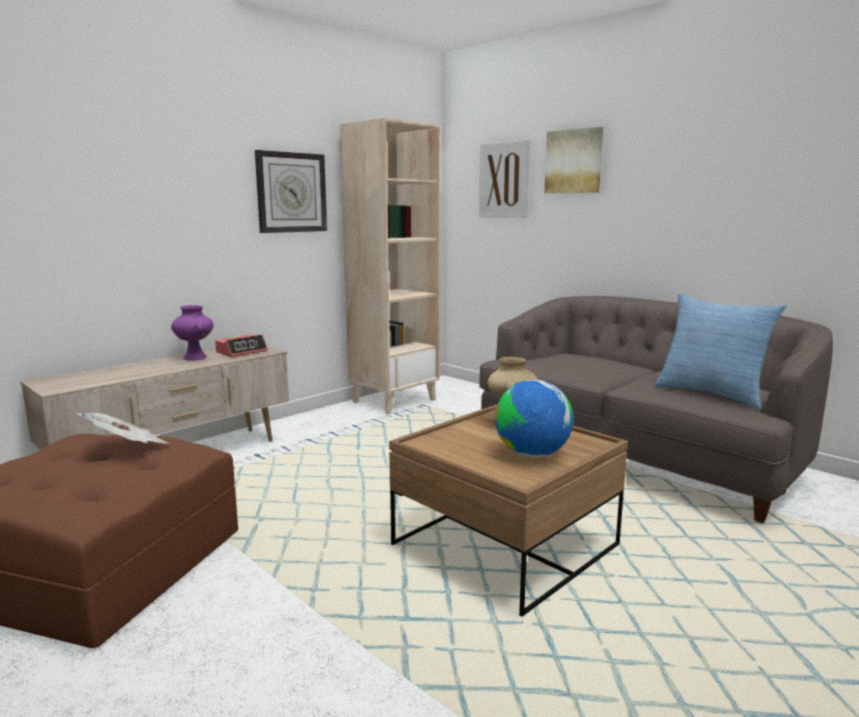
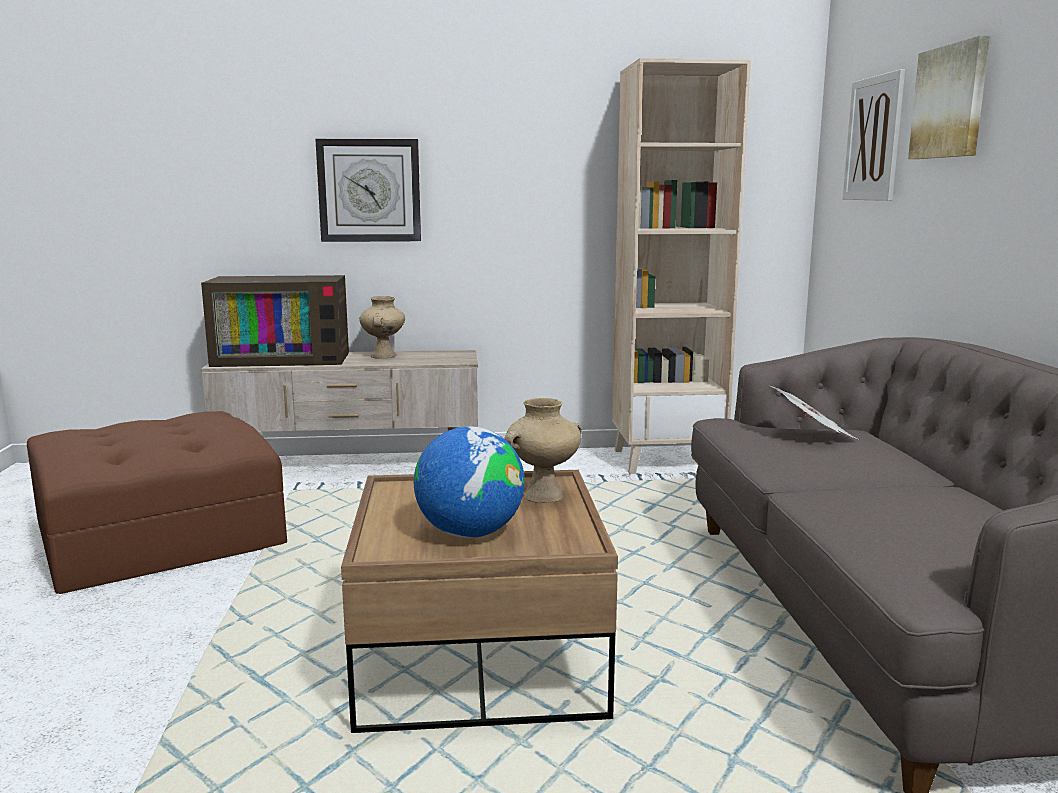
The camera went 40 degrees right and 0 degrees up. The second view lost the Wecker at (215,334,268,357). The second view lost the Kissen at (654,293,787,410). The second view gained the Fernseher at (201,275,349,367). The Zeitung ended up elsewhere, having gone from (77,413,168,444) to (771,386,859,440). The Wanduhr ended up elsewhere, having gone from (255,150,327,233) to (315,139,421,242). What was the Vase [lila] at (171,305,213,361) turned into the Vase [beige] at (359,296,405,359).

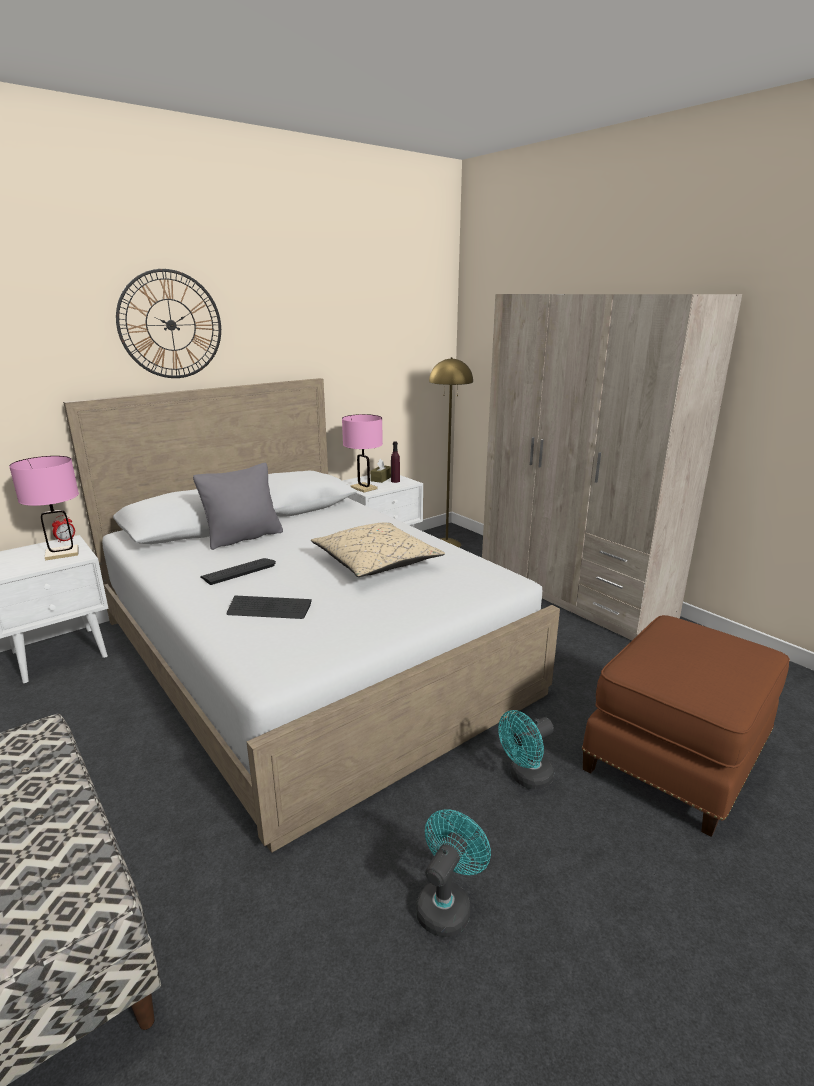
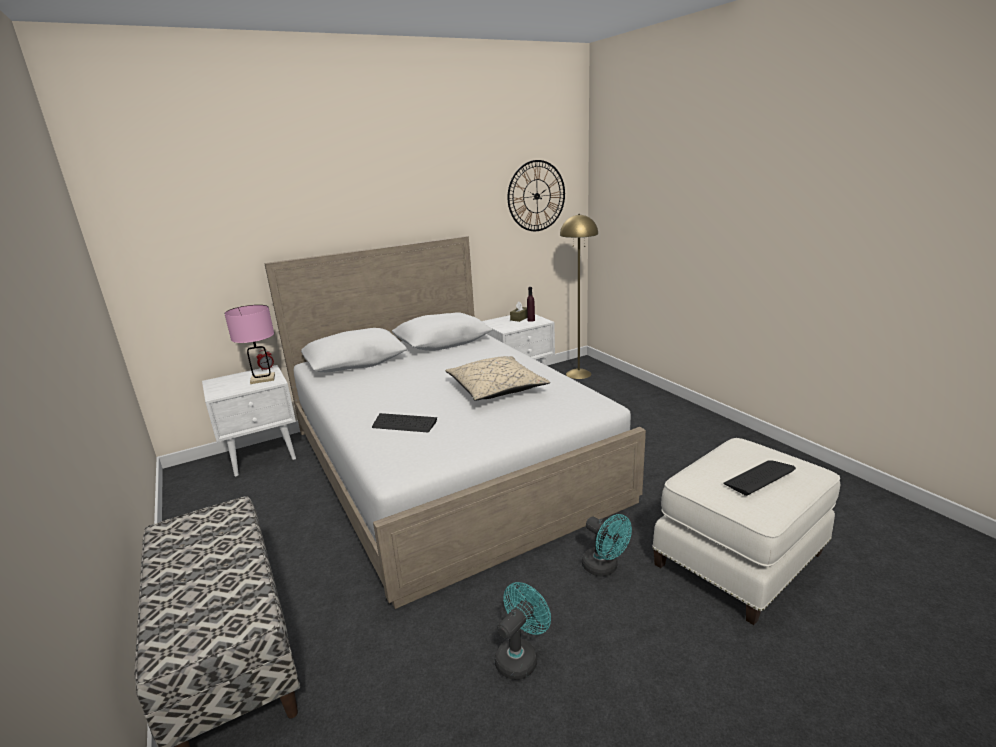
The camera went 10 degrees right and 0 degrees up. The second view lost the Kissen [grau] at (193,463,283,550). The second view lost the Tischlampe [rosa] at (342,414,383,493). The second view lost the Kleiderschrank [beige] at (482,294,742,640). The Wanduhr ended up elsewhere, having gone from (116,269,221,378) to (508,160,565,231). The Tastatur ended up elsewhere, having gone from (200,558,276,585) to (723,460,796,496). What was the Polsterhocker [braun] at (582,615,790,837) turned into the Polsterhocker [weiß] at (652,438,840,625). The Ventilator [türkis] at (498,710,554,789) ended up facing another way, 105 degrees counterclockwise from before.

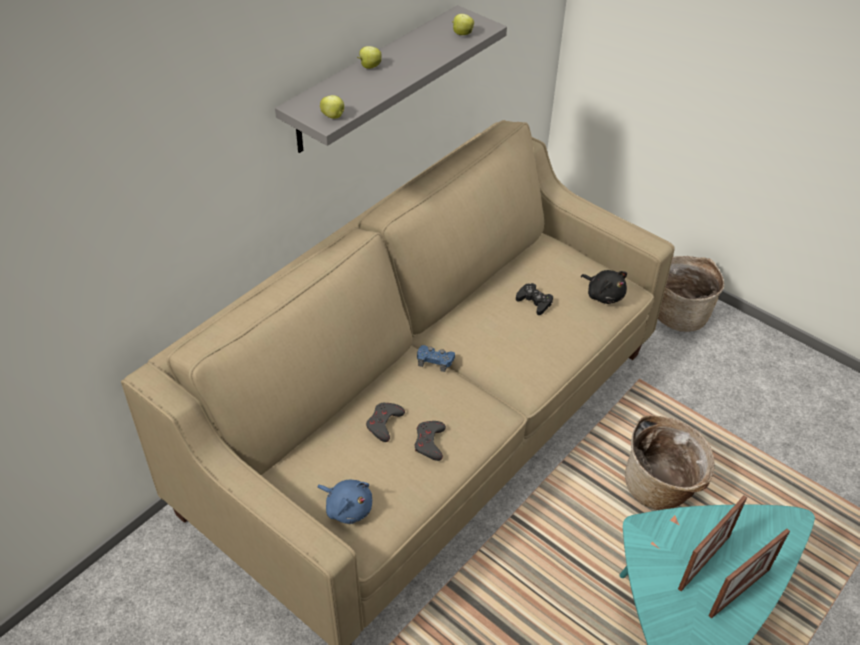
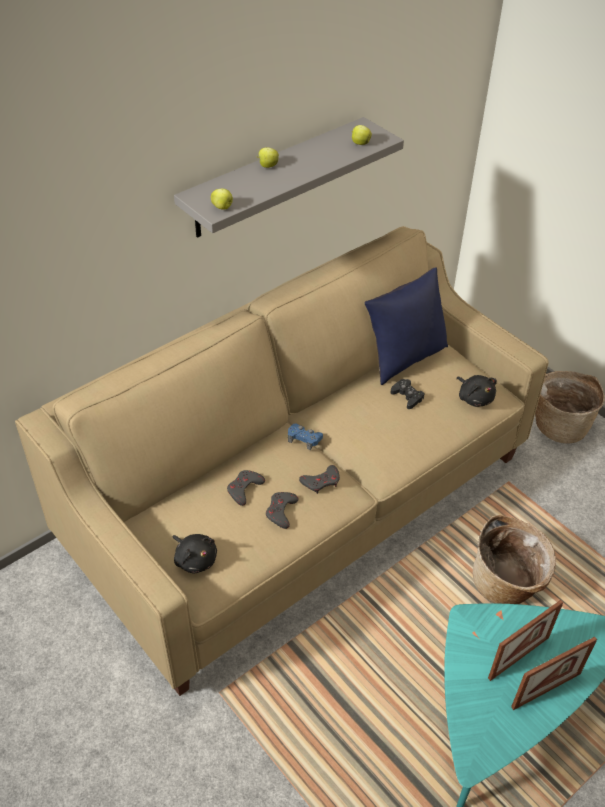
The camera went 10 degrees right and 0 degrees up. The second view gained the Gamepad [grau] at (299,465,340,494). The second view gained the Kissen [blau] at (364,267,448,385). What was the Plüschtier [blau] at (317,480,372,524) turned into the Plüschtier [schwarz] at (172,534,217,574).

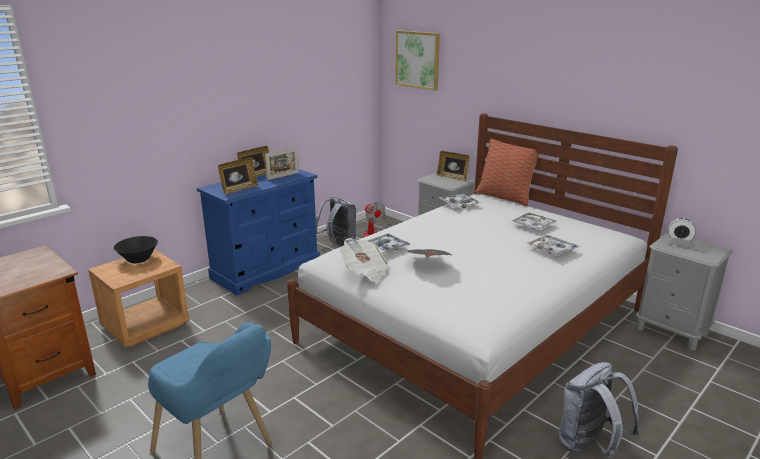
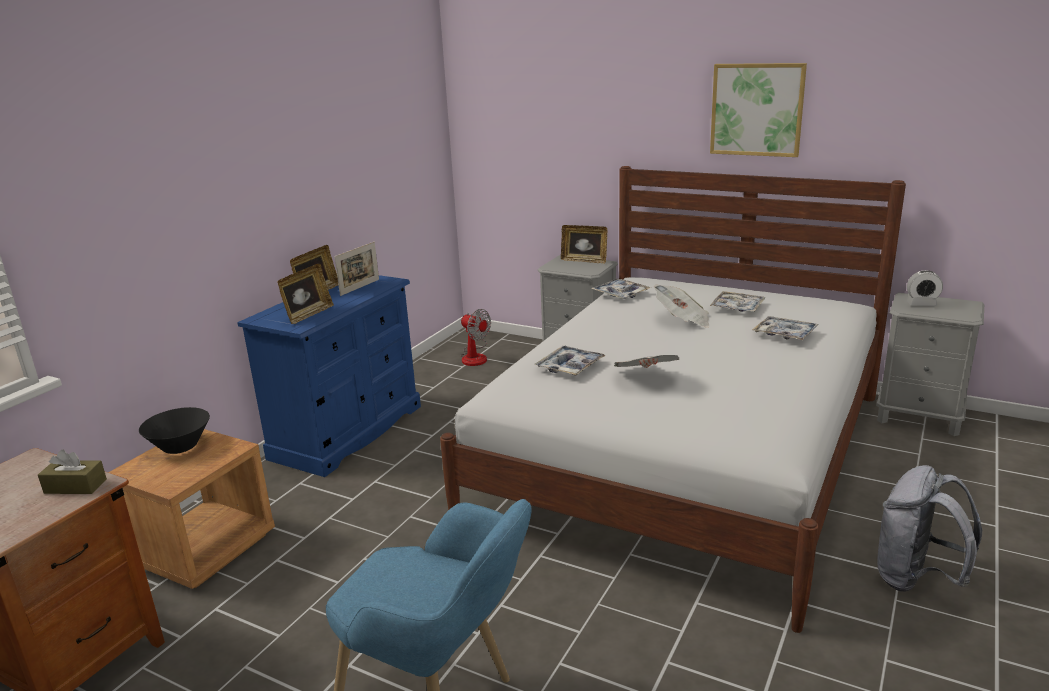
The camera went 15 degrees left and 0 degrees up. The second view lost the Rucksack [grau] at (316,197,356,246). The second view lost the Kissen at (475,139,540,206). The second view gained the Taschentuchbox [braun] at (38,450,107,494). The Zeitung ended up elsewhere, having gone from (340,238,390,283) to (654,284,709,328). The Bild ended up elsewhere, having gone from (395,30,440,91) to (710,63,807,157).

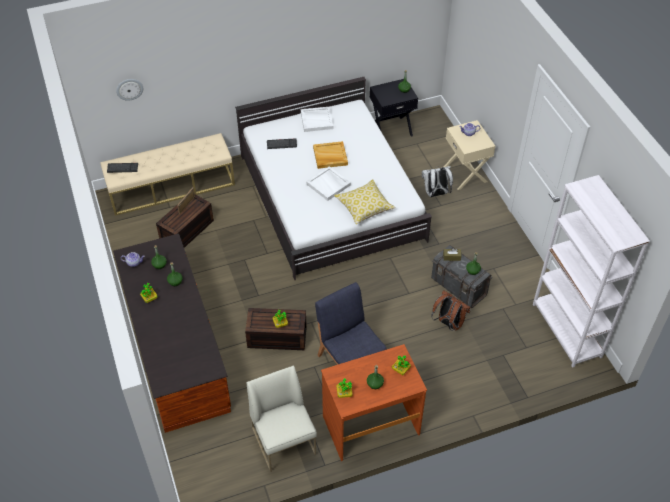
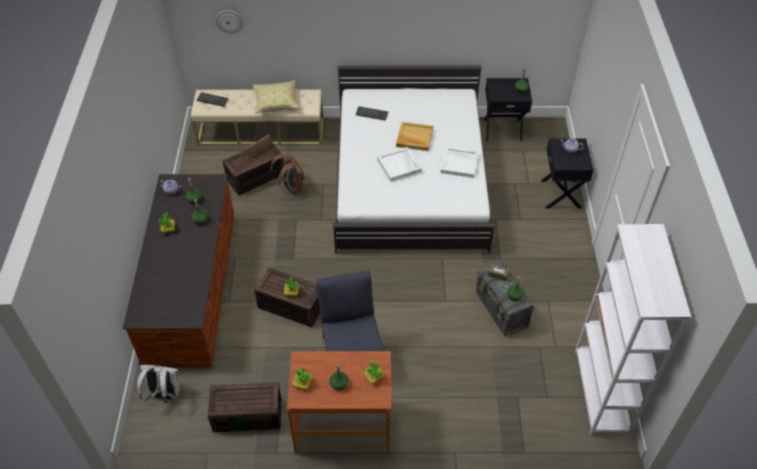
The camera went 20 degrees right and 0 degrees up. The Tablett [weiß] ended up elsewhere, having gone from (301,107,333,132) to (441,147,479,178). The Kissen ended up elsewhere, having gone from (334,179,396,224) to (252,80,299,113). The Rucksack [weiß] ended up elsewhere, having gone from (422,166,453,197) to (137,365,181,403). The Rucksack [braun] ended up elsewhere, having gone from (431,290,470,331) to (270,153,305,194). Where the Stuhl [weiß] stood at (247,365,317,472), the Aufbewahrungsbox [braun] came to stand at (208,382,281,432). What was the Nachttisch [beige] at (444,120,495,190) turned into the Nachttisch [schwarz] at (541,139,594,208).

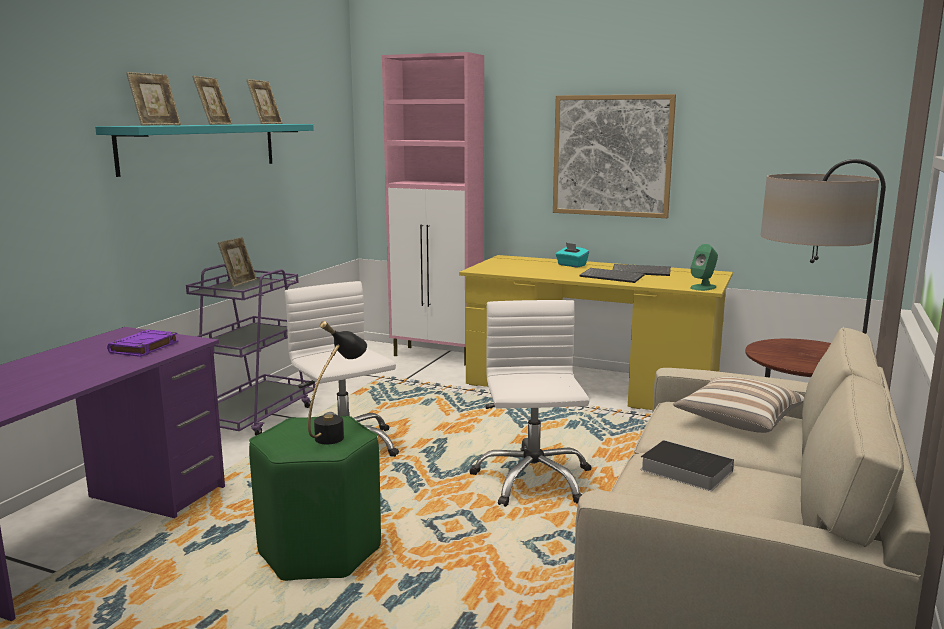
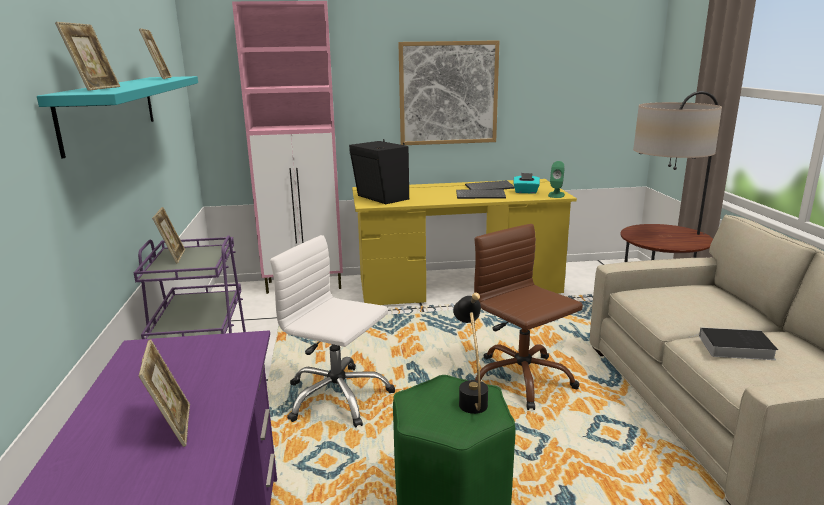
The camera went 30 degrees left and 5 degrees up. The second view lost the Buch [lila] at (107,330,178,357). The second view lost the Kissen at (673,377,804,433). The second view gained the Lautsprecher [schwarz] at (349,139,409,204). The Bilderrahmen ended up elsewhere, having gone from (192,76,232,125) to (139,339,190,447). The Taschentuchbox [türkis] ended up elsewhere, having gone from (556,243,589,267) to (513,173,540,194). What was the Bürostuhl [weiß] at (470,300,591,507) turned into the Bürostuhl [braun] at (474,224,583,410).

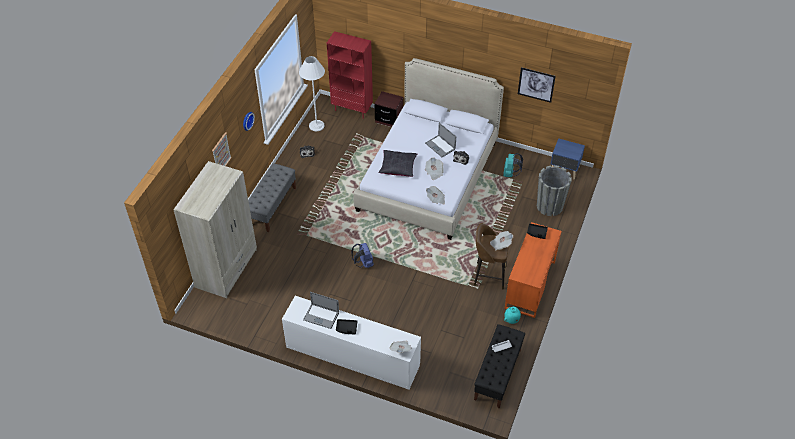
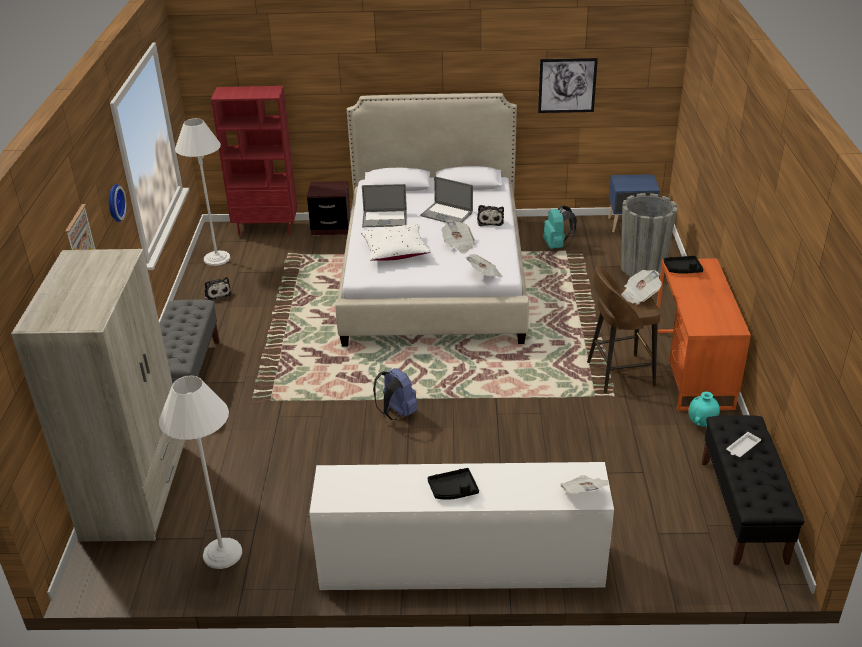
The camera went 20 degrees left and 15 degrees down. The second view gained the Stehlampe [weiß] at (159,375,242,569). The Laptop ended up elsewhere, having gone from (303,292,339,329) to (362,184,407,227). What was the Kissen [schwarz] at (378,150,417,177) turned into the Kissen [weiß] at (361,224,431,261).

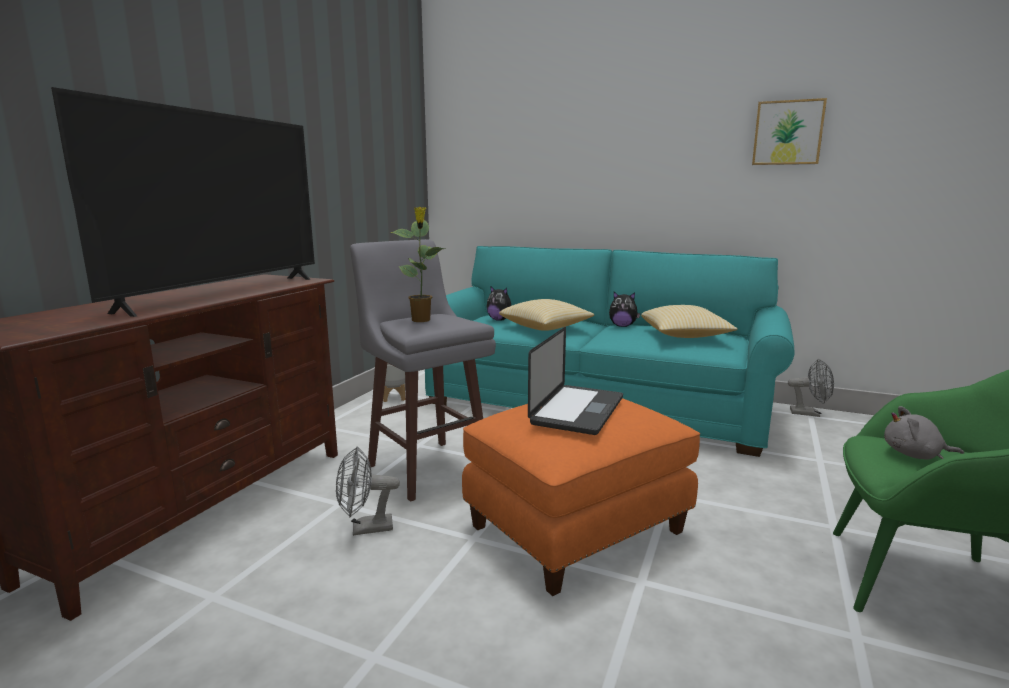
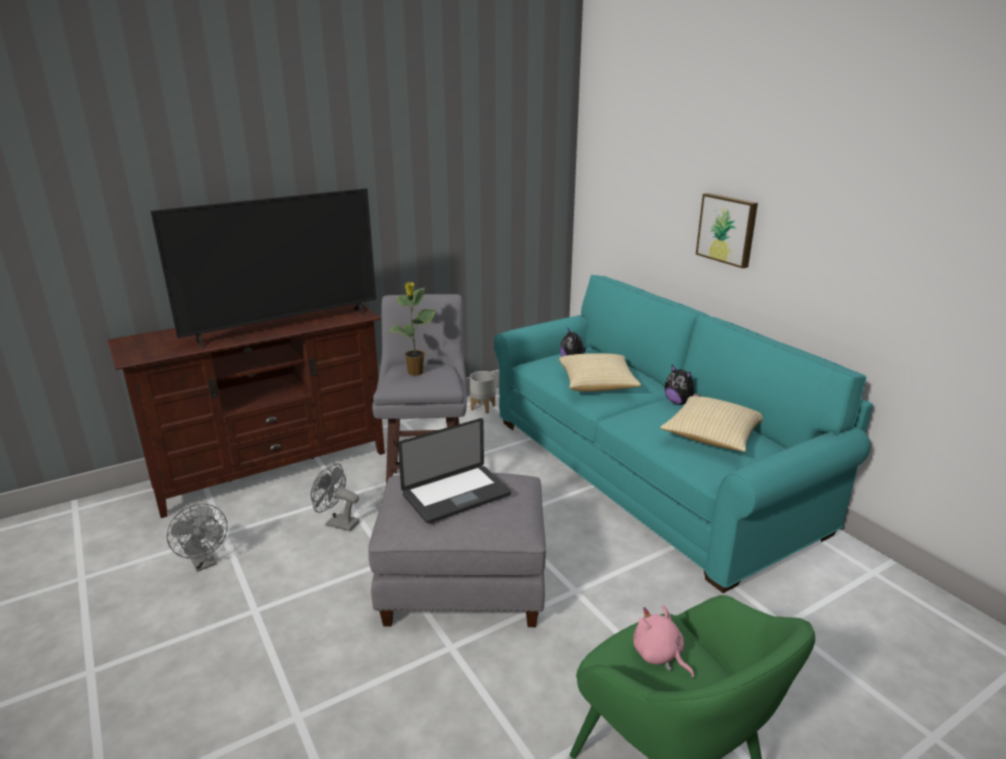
The camera went 35 degrees right and 10 degrees up. The Bild ended up elsewhere, having gone from (752,98,827,165) to (696,193,758,268). The Ventilator [grau] ended up elsewhere, having gone from (788,359,834,417) to (167,504,228,572). What was the Polsterhocker [orange] at (462,398,700,596) turned into the Polsterhocker [grau] at (368,472,546,627). What was the Plüschtier [grau] at (884,406,964,460) turned into the Plüschtier [rosa] at (633,605,694,678).

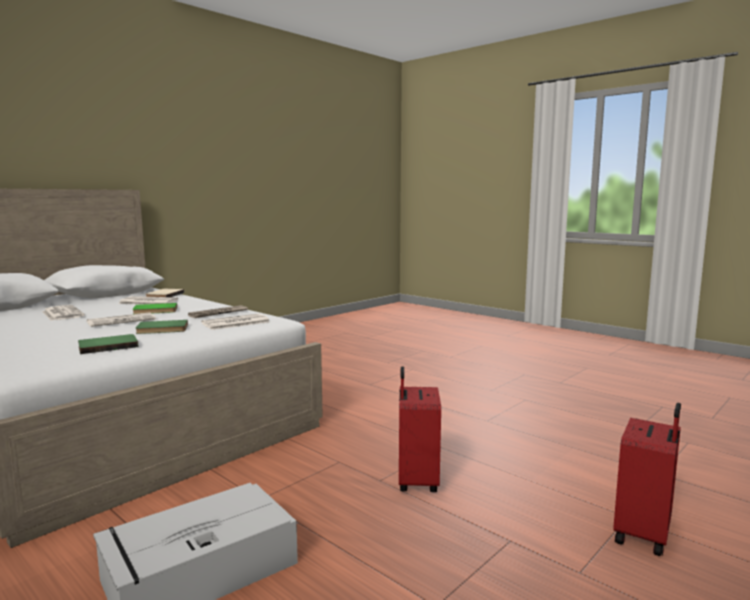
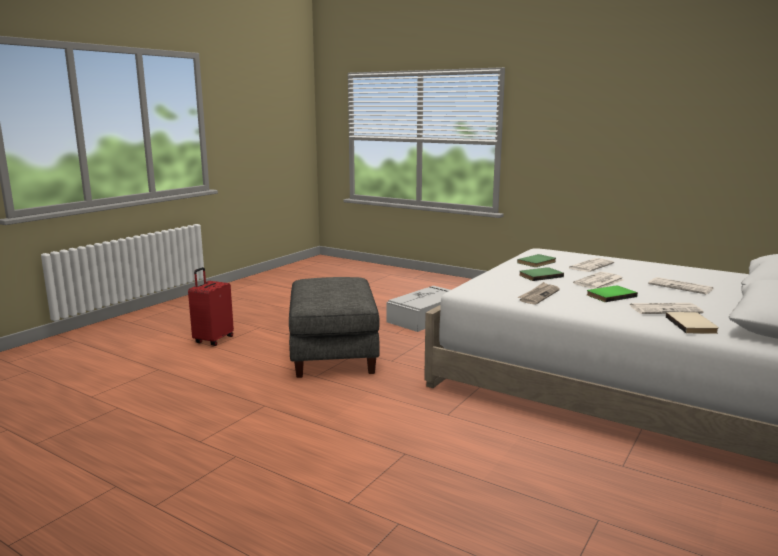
The camera went 170 degrees right and 5 degrees up. The Zeitung ended up elsewhere, having gone from (201,313,269,330) to (569,258,614,272). Where the Koffer [rot] stood at (399,366,441,492), the Polsterhocker [grau] came to stand at (289,277,380,378).

